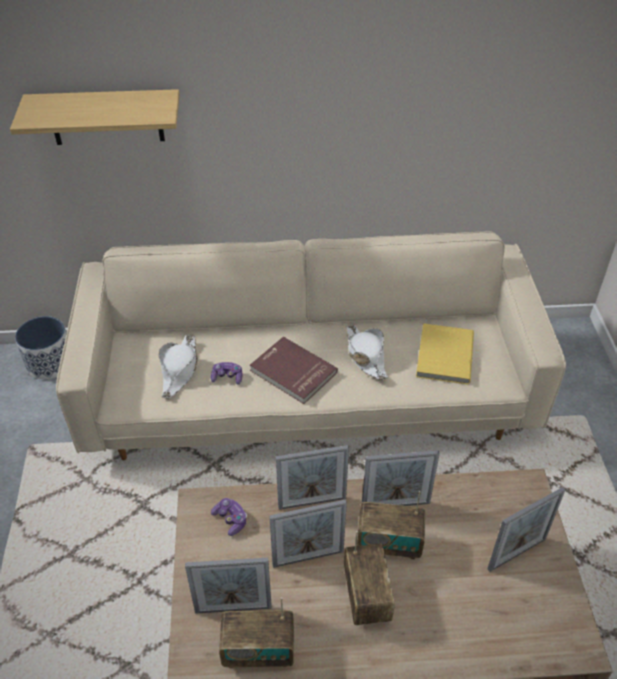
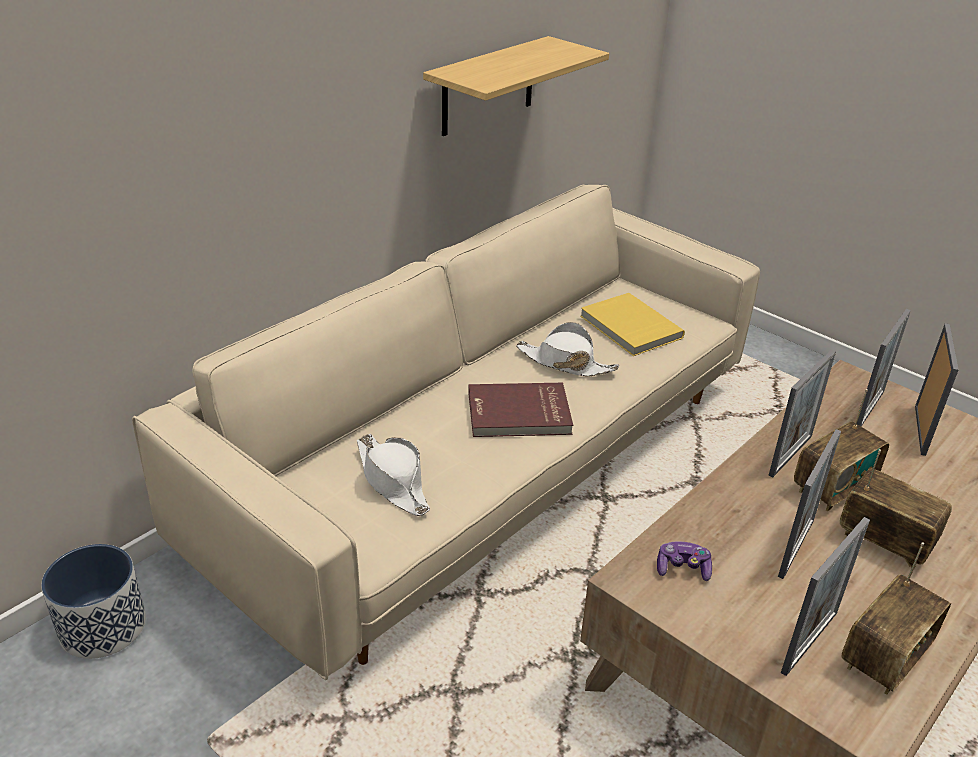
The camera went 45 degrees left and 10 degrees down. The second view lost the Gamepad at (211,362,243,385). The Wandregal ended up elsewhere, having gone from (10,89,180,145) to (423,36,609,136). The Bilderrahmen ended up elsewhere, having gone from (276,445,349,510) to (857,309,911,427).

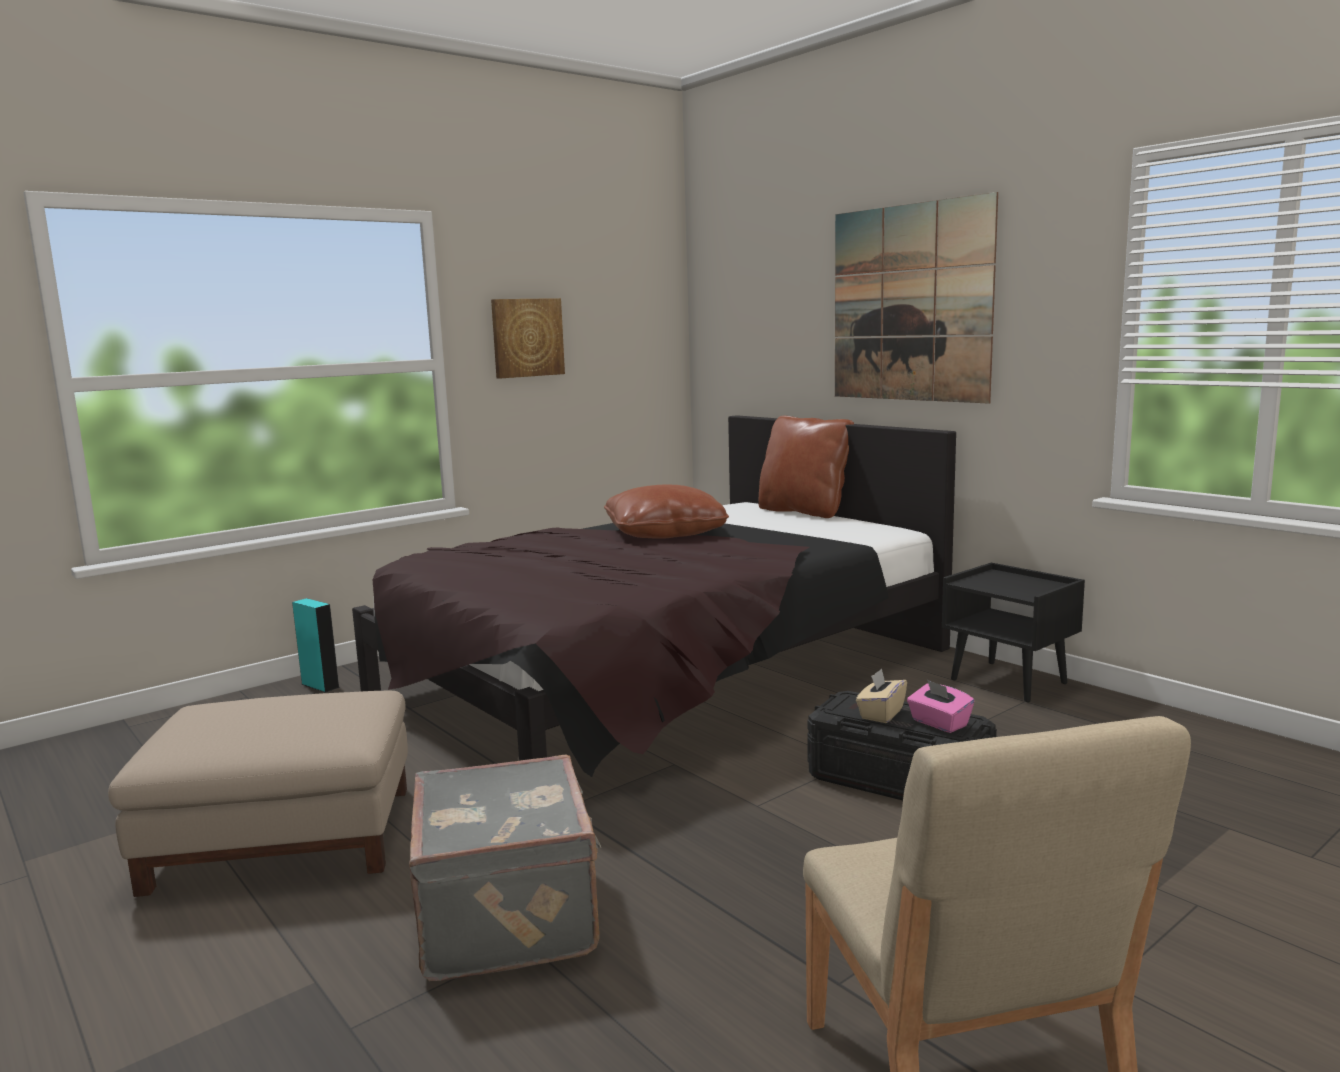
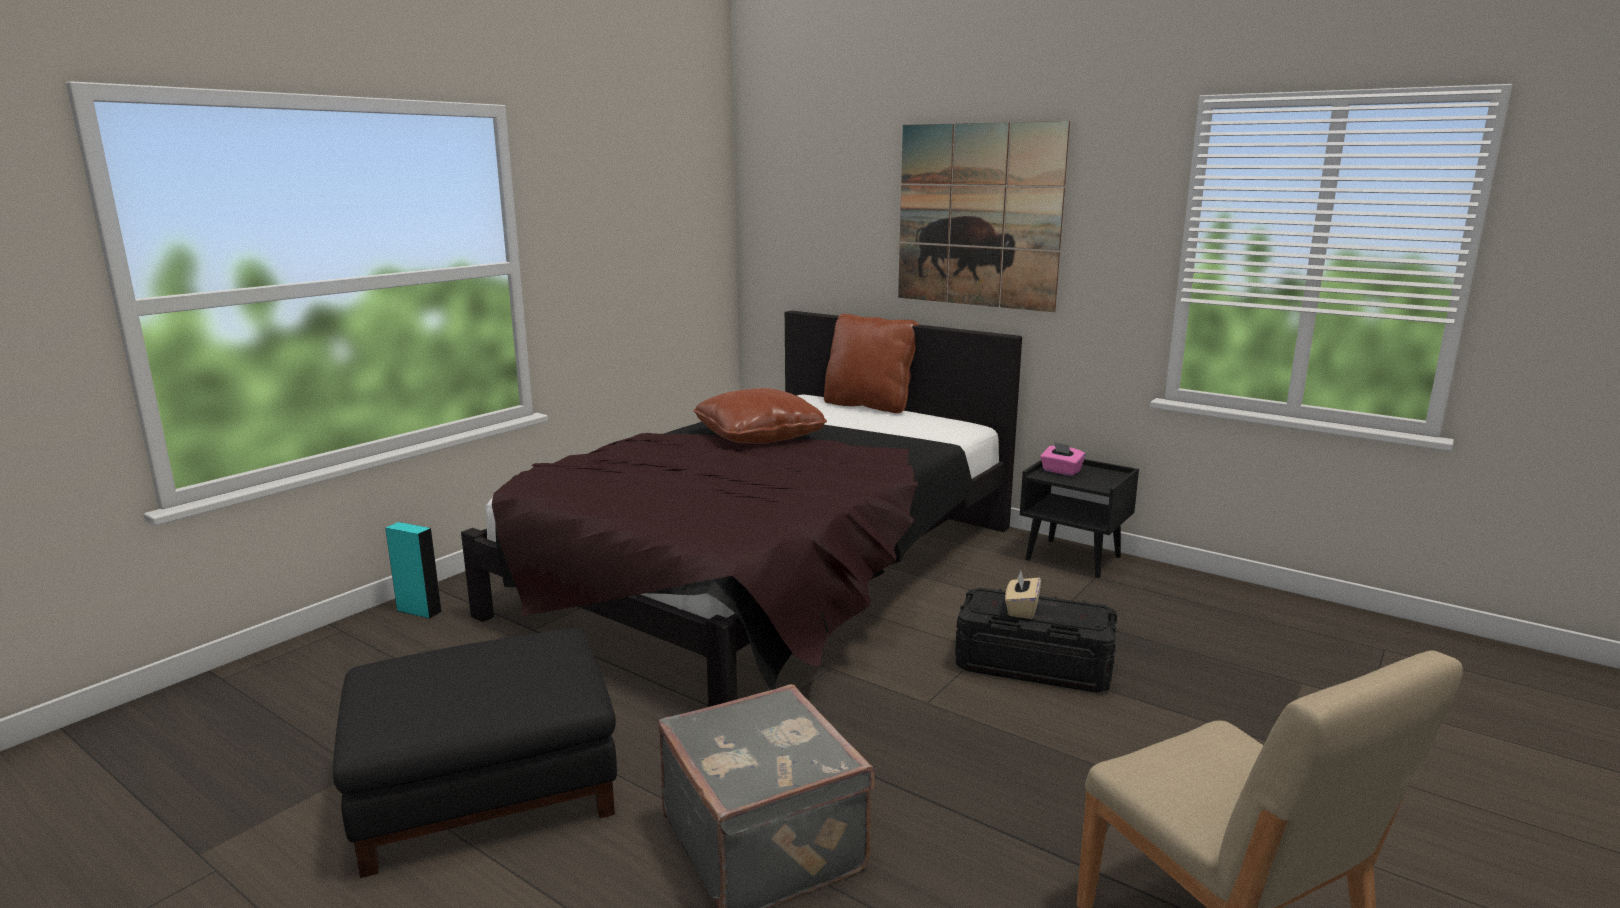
The camera went 15 degrees left and 5 degrees up. The second view lost the Bild at (491,298,565,379). The Taschentuchbox [rosa] ended up elsewhere, having gone from (907,680,974,733) to (1040,442,1086,476). What was the Polsterhocker [beige] at (108,690,408,897) turned into the Polsterhocker [schwarz] at (333,628,617,878).

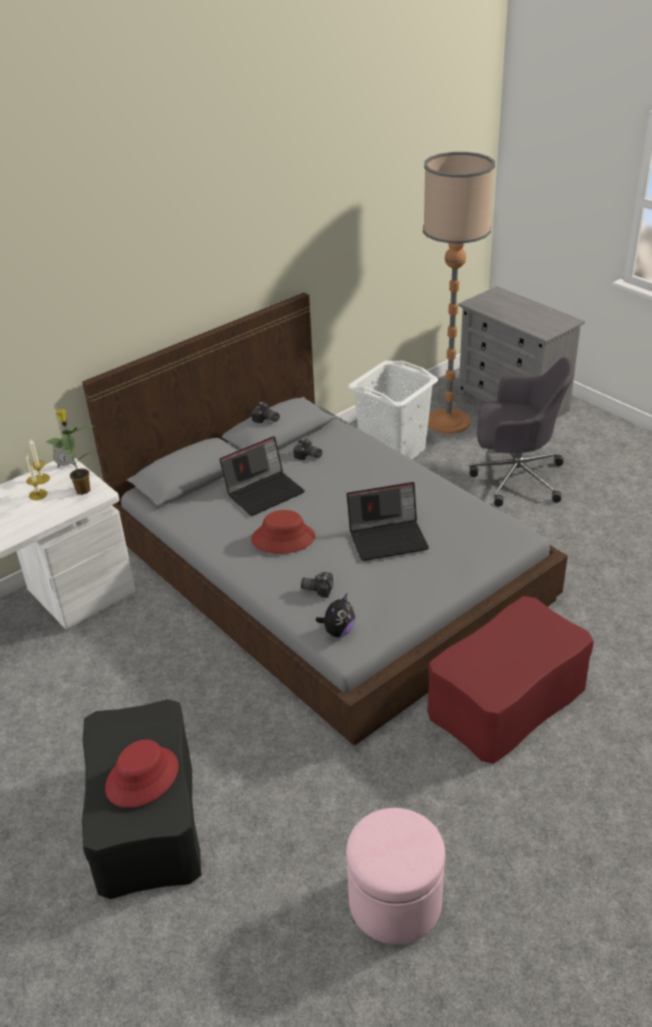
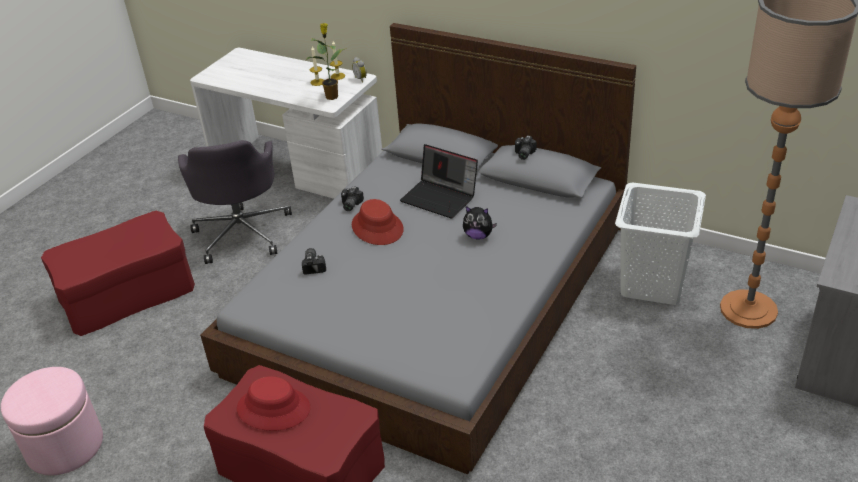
The camera went 70 degrees right and 0 degrees up. The second view lost the Laptop at (347,482,429,561). The Hut [rot] ended up elsewhere, having gone from (105,740,179,808) to (237,376,310,431). The Kamera ended up elsewhere, having gone from (294,438,322,460) to (341,186,364,211). The Plüschtier ended up elsewhere, having gone from (316,594,355,637) to (463,206,497,240). The Bürostuhl [grau] ended up elsewhere, having gone from (469,357,575,507) to (178,140,292,264). What was the Polsterhocker [schwarz] at (82,699,201,899) turned into the Polsterhocker [rot] at (41,211,195,336).

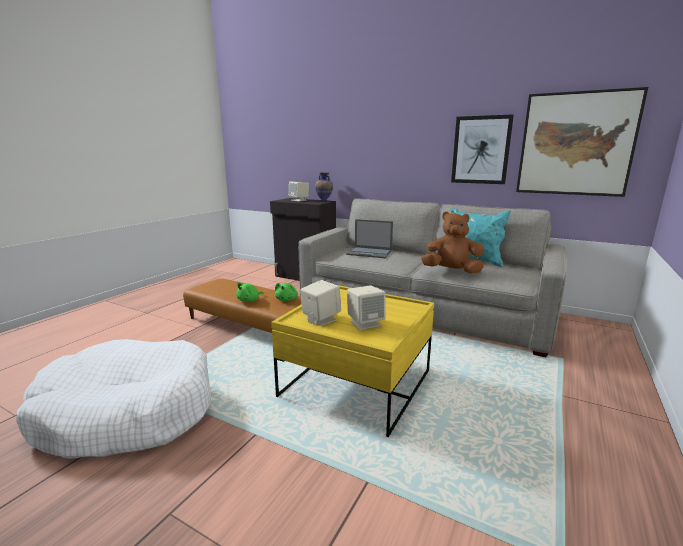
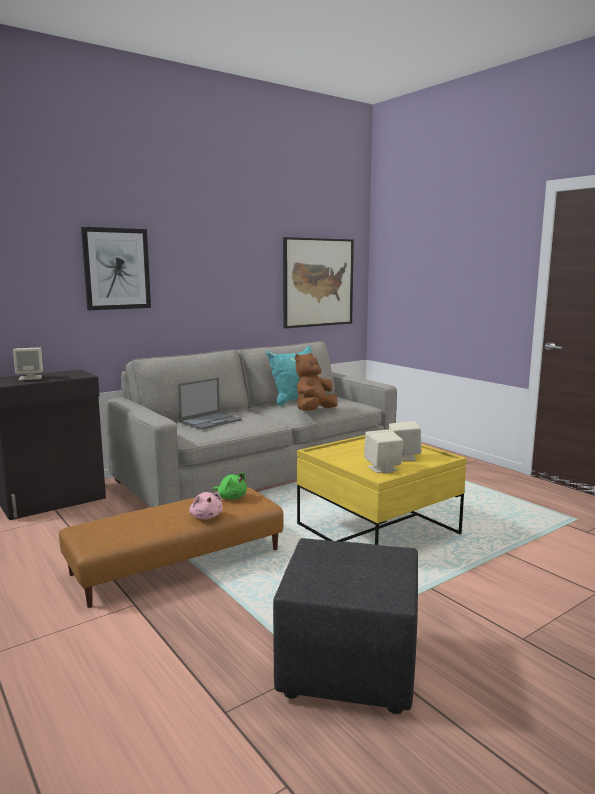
The camera went 65 degrees left and 5 degrees down. The second view lost the Vase at (315,172,333,201). The Bild ended up elsewhere, having gone from (451,114,514,184) to (81,227,151,310). Where the Hundebett [weiß] stood at (16,339,211,459), the Polsterhocker [schwarz] came to stand at (273,538,418,714). What was the Plüschtier [grün] at (236,282,263,302) turned into the Plüschtier [rosa] at (189,492,223,519).

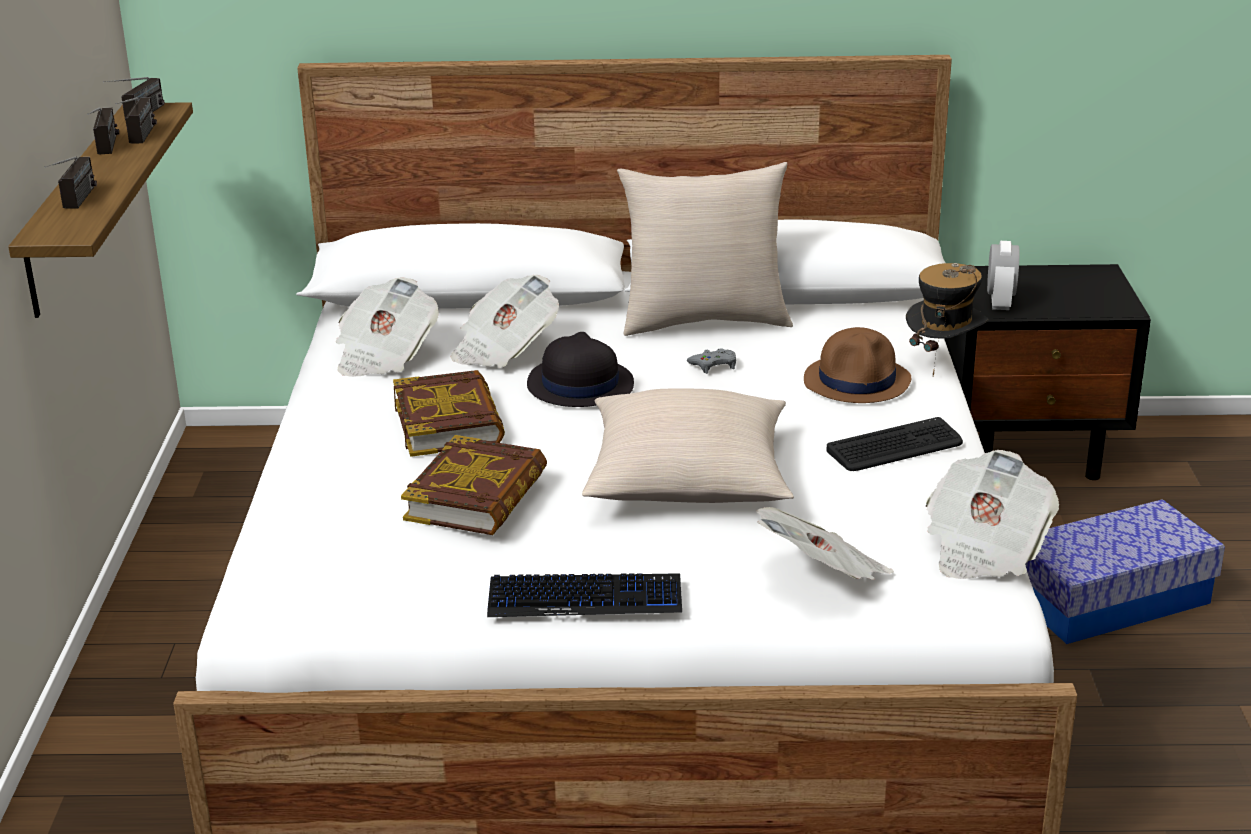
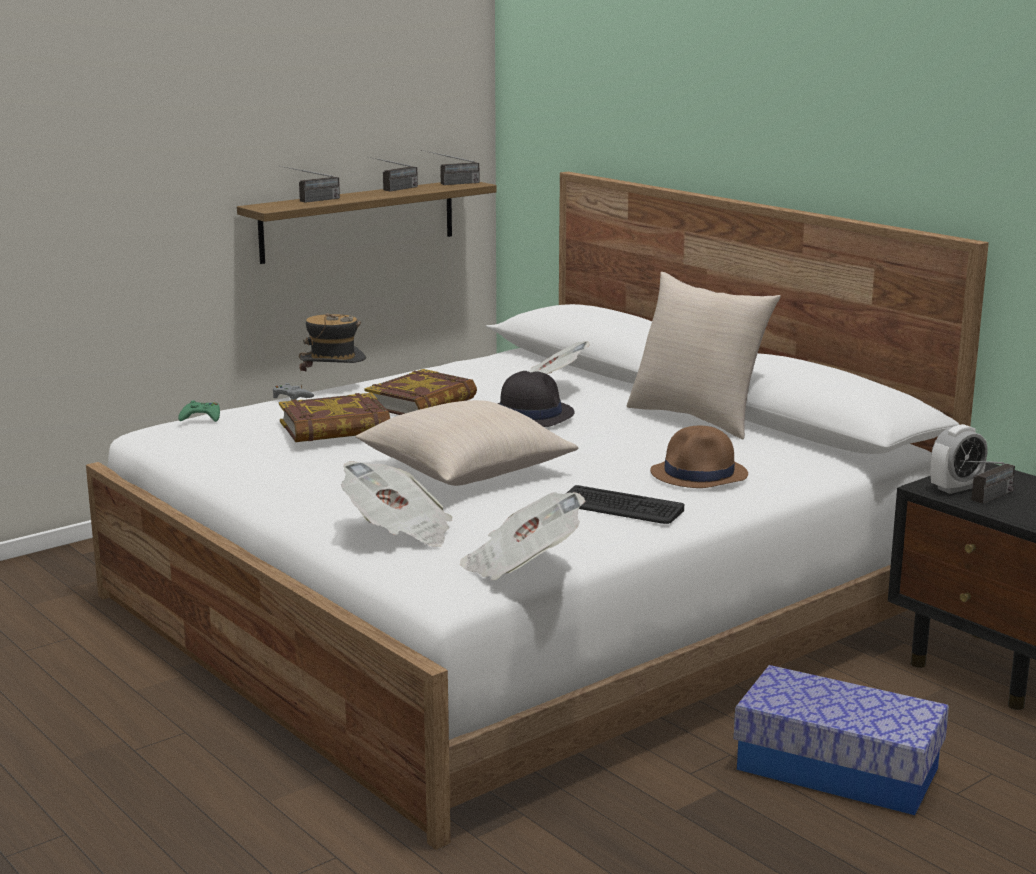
The camera went 50 degrees right and 10 degrees down. The second view lost the Zeitung at (336,277,439,377). The second view lost the Tastatur at (487,573,682,617). The second view gained the Gamepad [grün] at (178,400,220,422). The Radio ended up elsewhere, having gone from (115,97,157,144) to (960,460,1015,504). The Gamepad [grau] ended up elsewhere, having gone from (687,348,736,374) to (273,383,314,401). The Hut ended up elsewhere, having gone from (906,263,989,376) to (299,313,366,388).

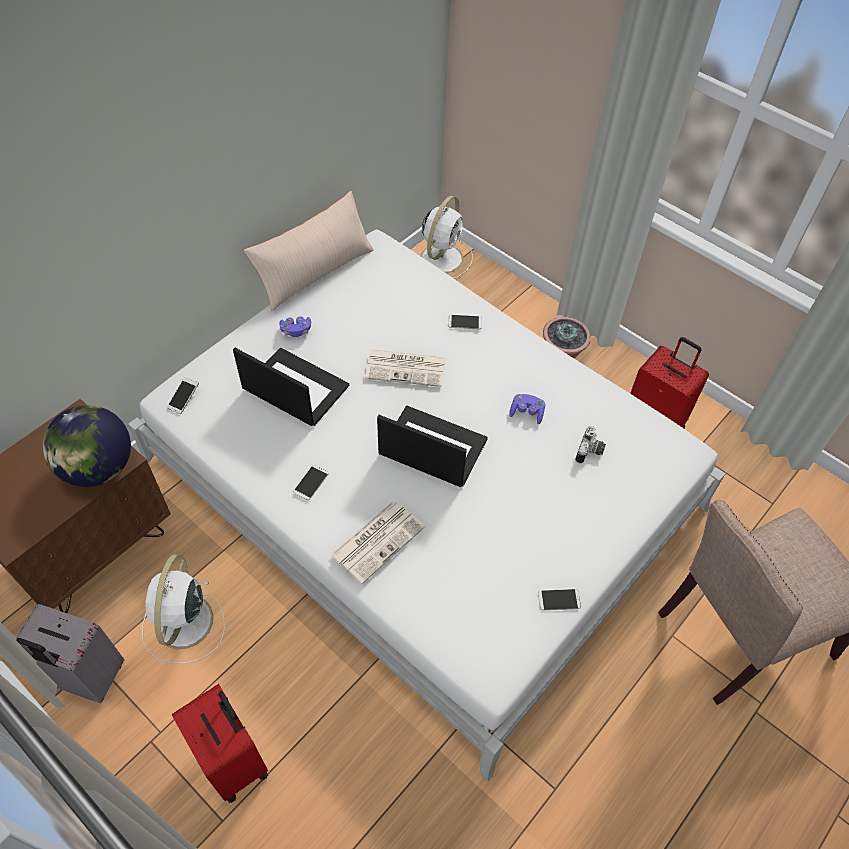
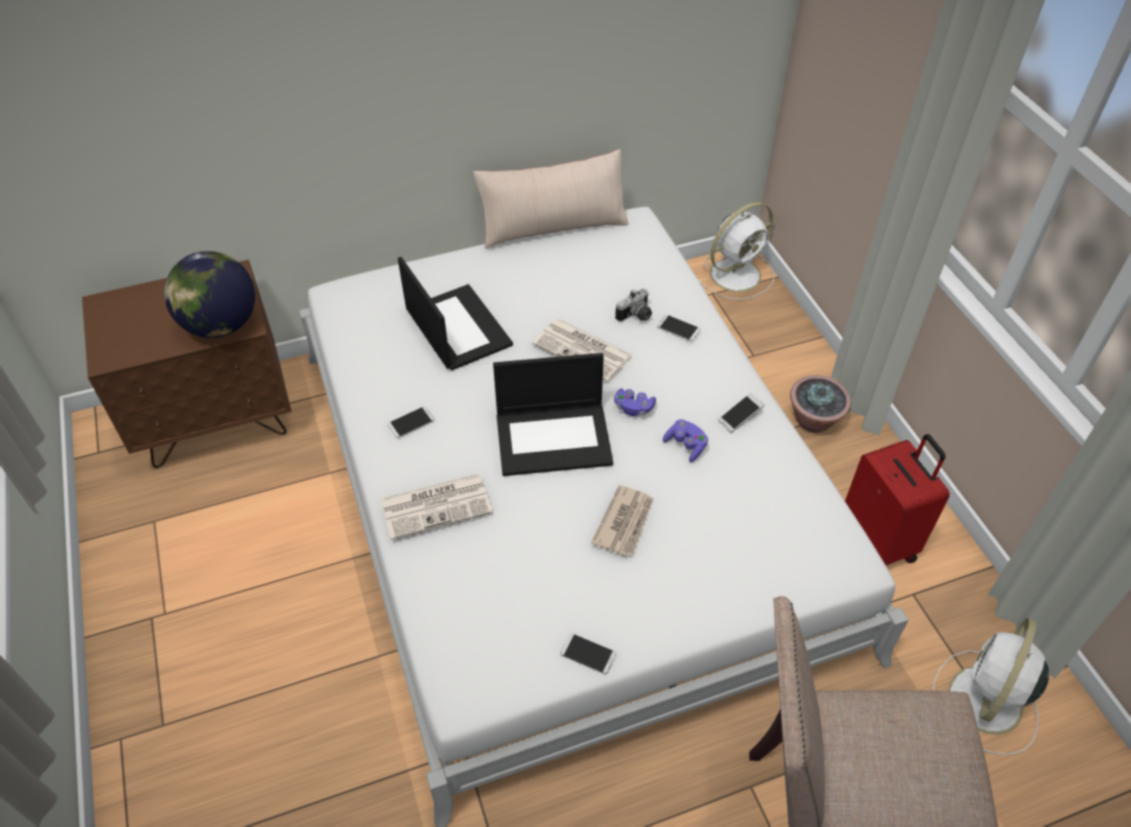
The camera went 30 degrees right and 5 degrees down. The second view lost the Koffer [grau] at (16,604,125,703). The second view lost the Koffer [rot] at (172,684,268,803). The second view gained the Zeitung at (591,485,654,556). The Ventilator [weiß] ended up elsewhere, having gone from (142,554,225,664) to (933,618,1049,755). The Handy ended up elsewhere, having gone from (167,377,199,414) to (718,393,764,433). The Gamepad [lila] ended up elsewhere, having gone from (279,316,311,337) to (614,388,656,416). The Kamera ended up elsewhere, having gone from (575,426,606,464) to (615,288,652,322). The Laptop at (377,406,488,487) ended up facing another way, 120 degrees clockwise from before.

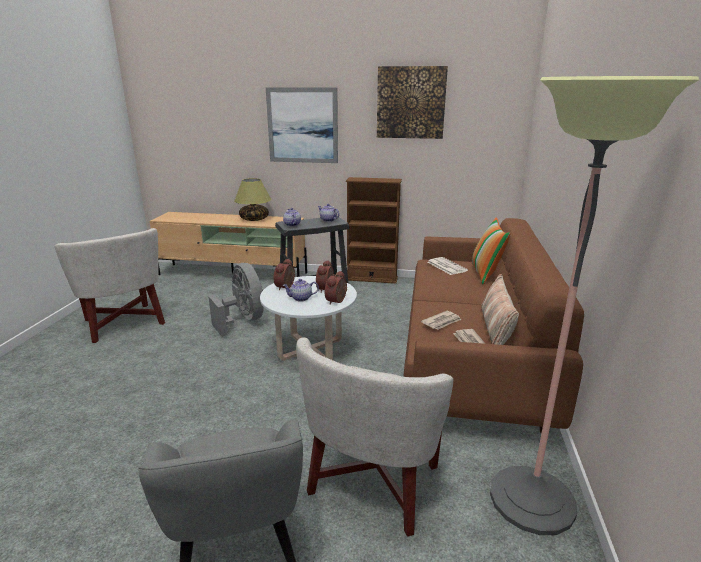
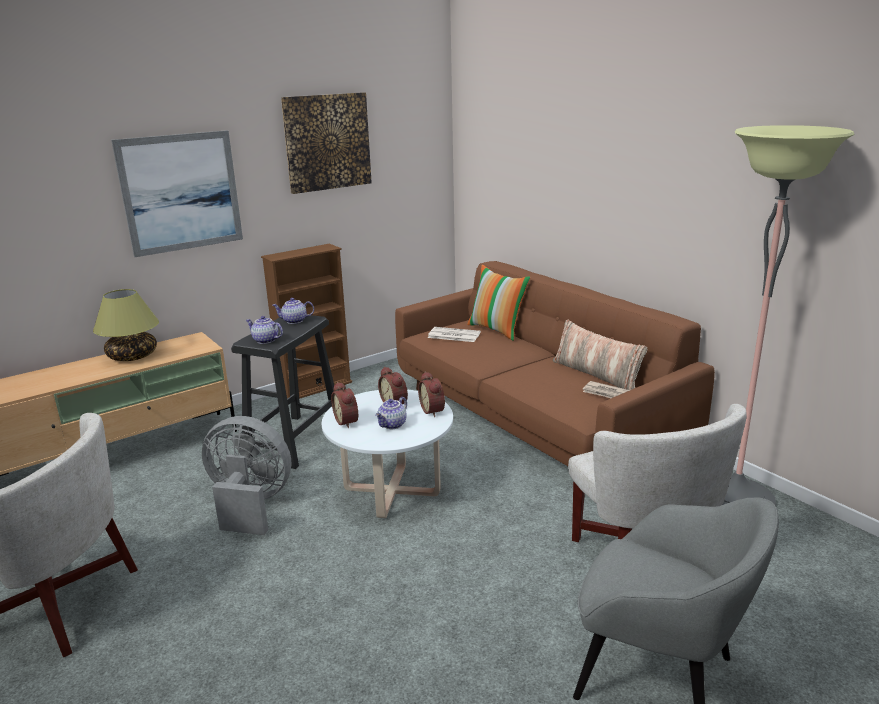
The camera went 45 degrees left and 0 degrees up. The second view lost the Zeitung at (421,311,461,330).

